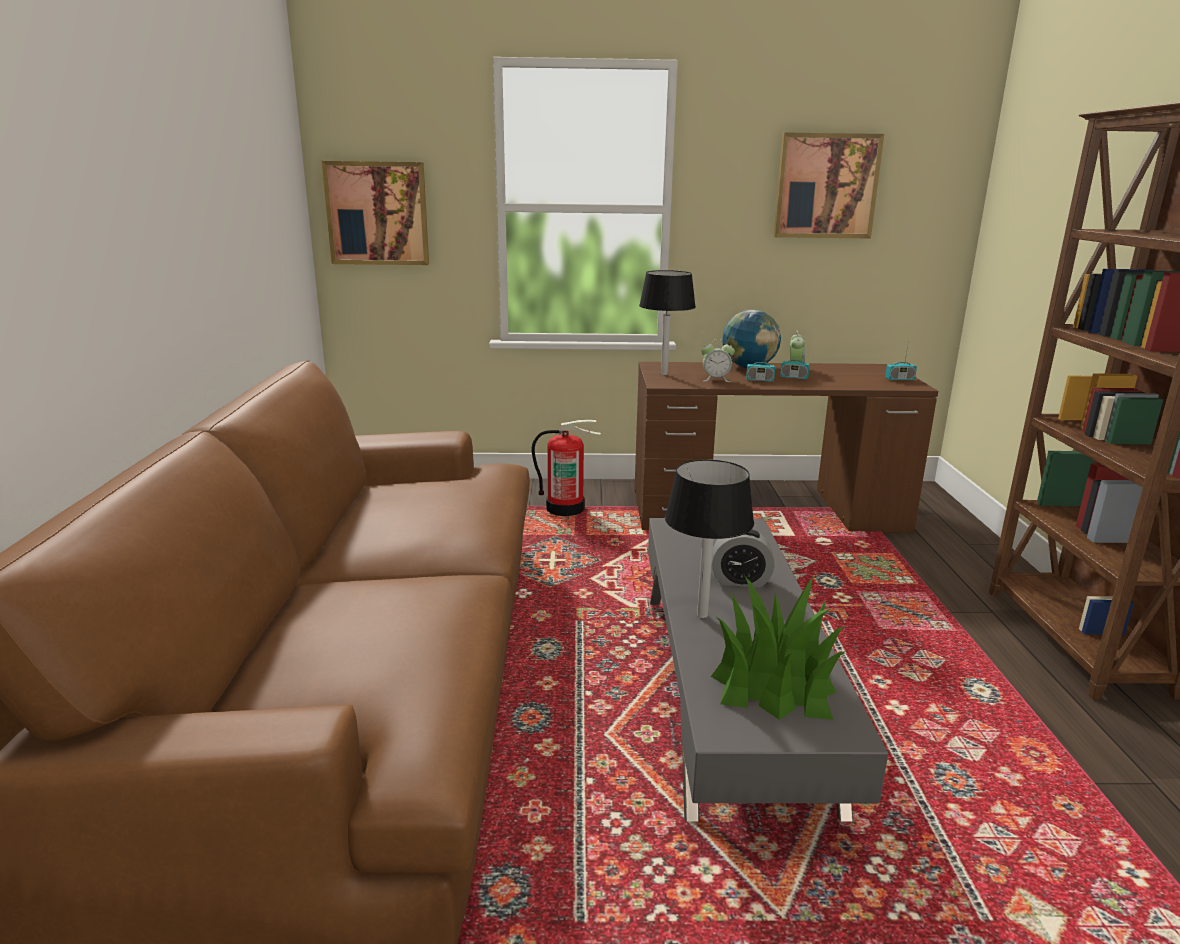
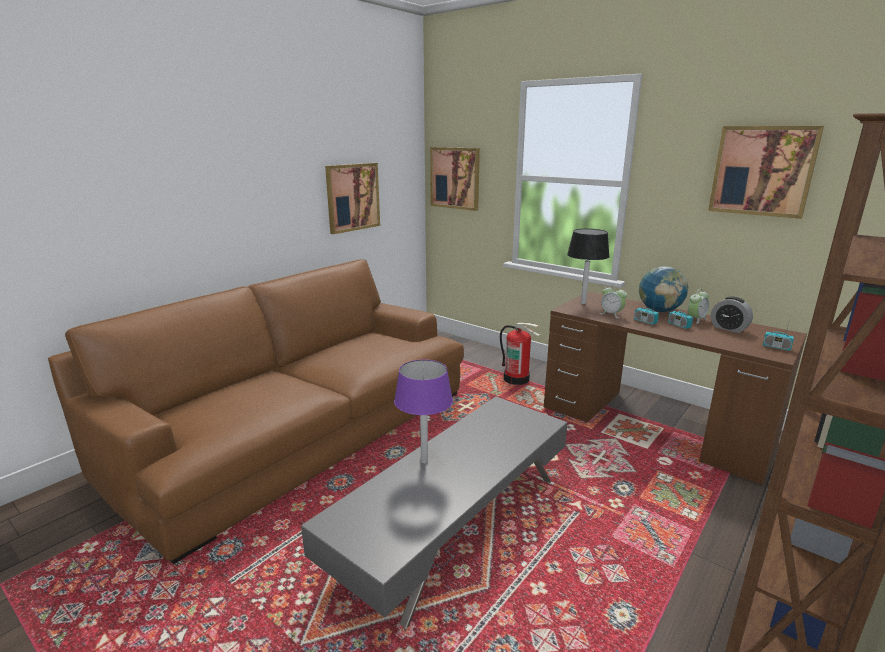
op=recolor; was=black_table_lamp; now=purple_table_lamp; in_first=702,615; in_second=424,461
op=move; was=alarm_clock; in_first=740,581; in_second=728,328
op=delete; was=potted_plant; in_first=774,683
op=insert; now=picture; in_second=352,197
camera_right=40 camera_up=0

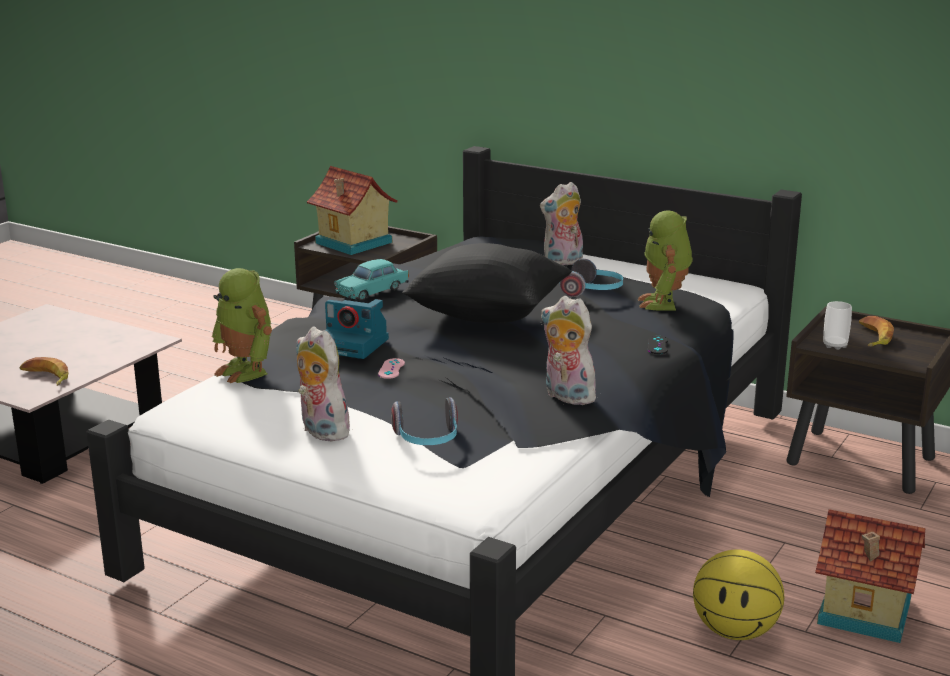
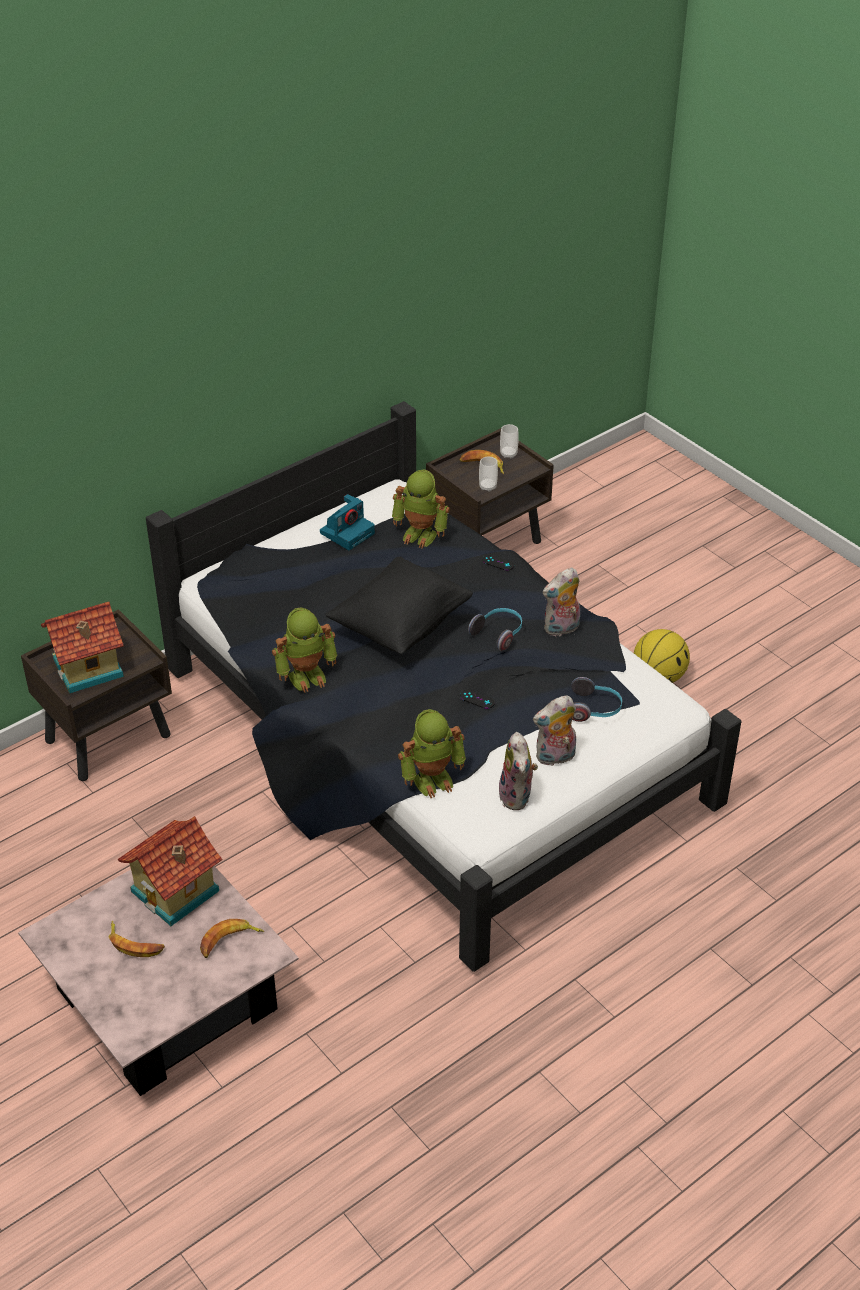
op=move; was=plush_toy; in_first=563,263; in_second=517,797
op=replace; was=turquoise_toy_car; now=toy_robot; in_first=372,291; in_second=306,675
op=move; was=headphones; in_first=593,291; in_second=498,634
op=move; was=photo_camera; in_first=355,345; in_second=347,532
op=recolor; was=pink_game_controller; now=black_game_controller; in_first=391,369; in_second=477,699
op=move; was=toy_house; in_first=864,613; in_second=177,892
op=insert; now=cup; in_second=508,454
op=insert; now=banana; in_second=135,944
camera_right=-70 camera_up=20

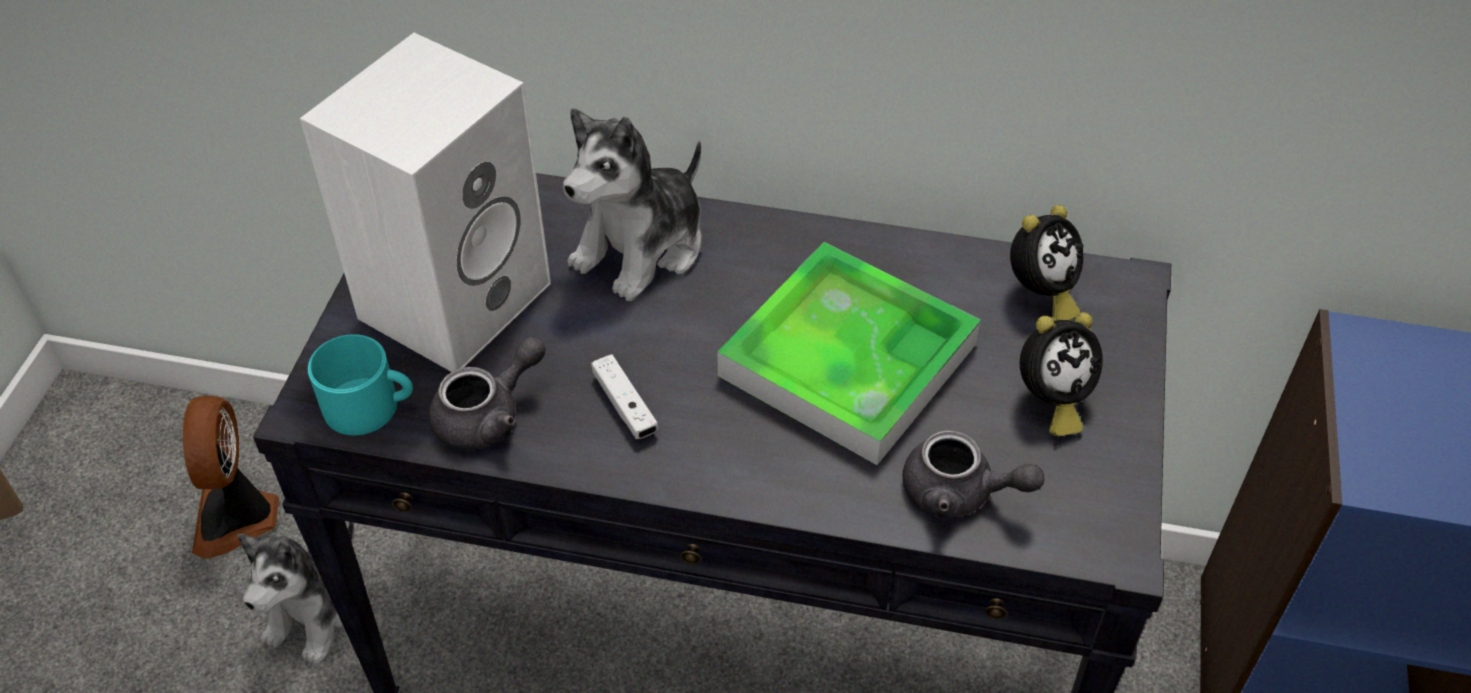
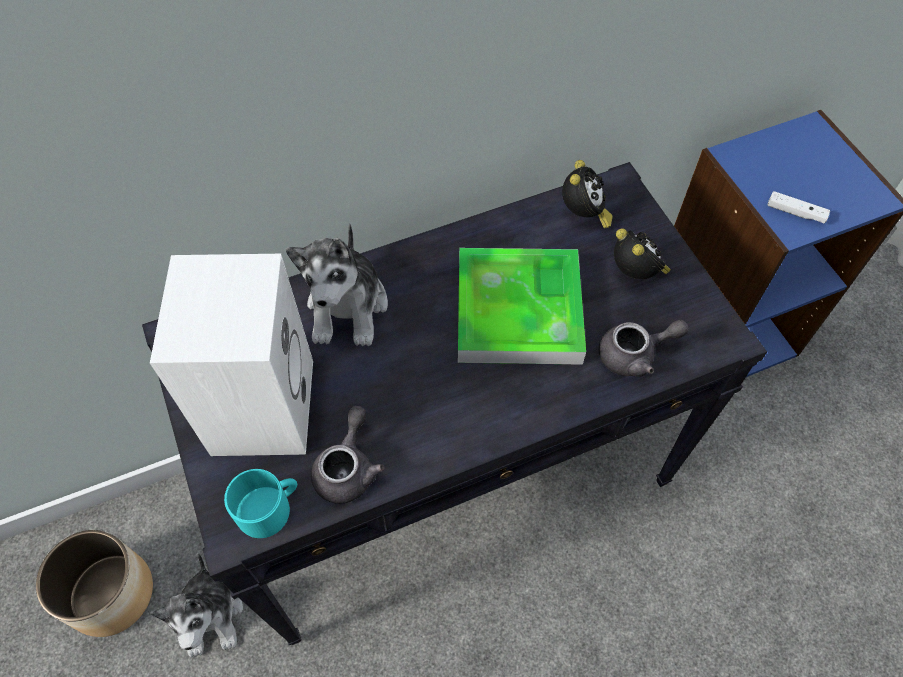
op=rotate; was=alarm_clock; in_first=1051,401; in_second=636,274; clockwise=-60
op=move; was=white_game_controller; in_first=624,405; in_second=795,212
op=replace; was=fan; now=planter; in_first=238,517; in_second=112,593
camera_right=-35 camera_up=10

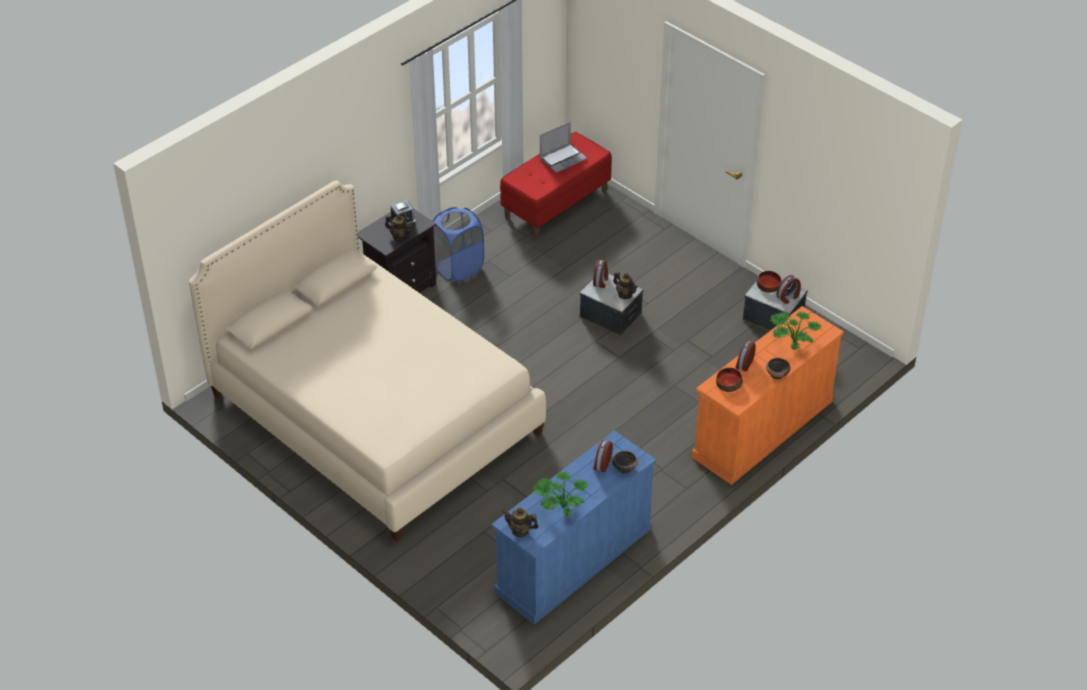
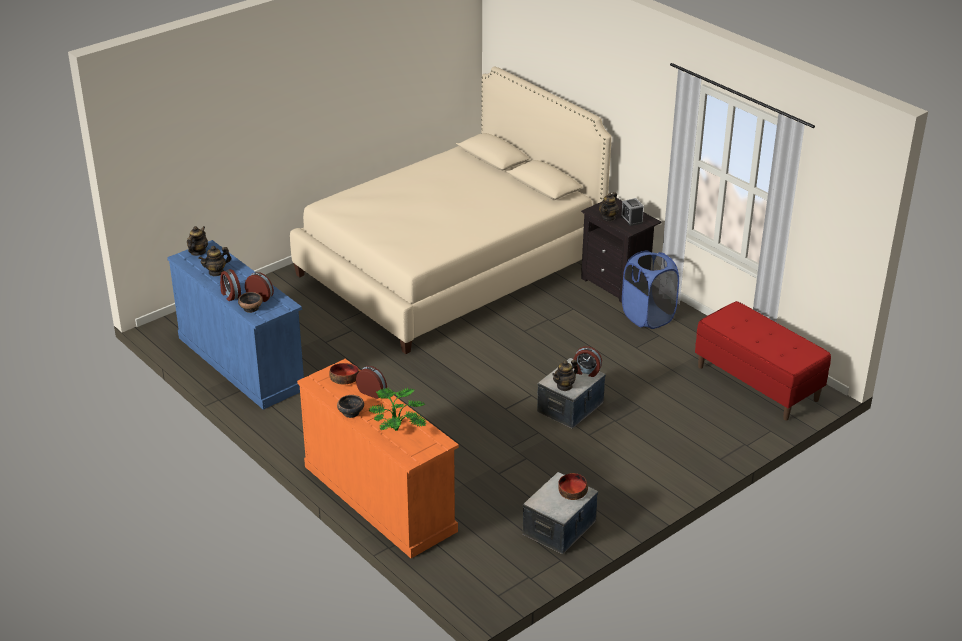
op=delete; was=laptop; in_first=563,158
op=move; was=alarm_clock; in_first=788,297; in_second=230,295
op=replace; was=potted_plant; now=teapot; in_first=559,507; in_second=216,272
camera_right=95 camera_up=-10

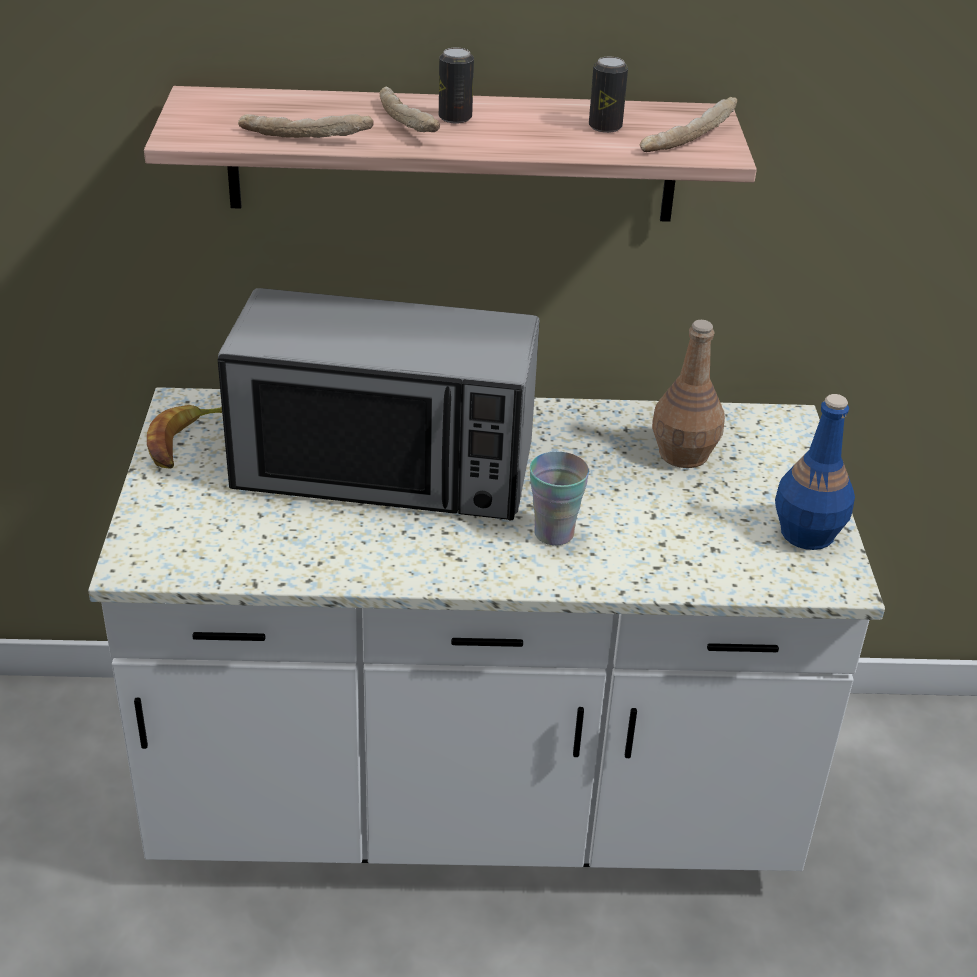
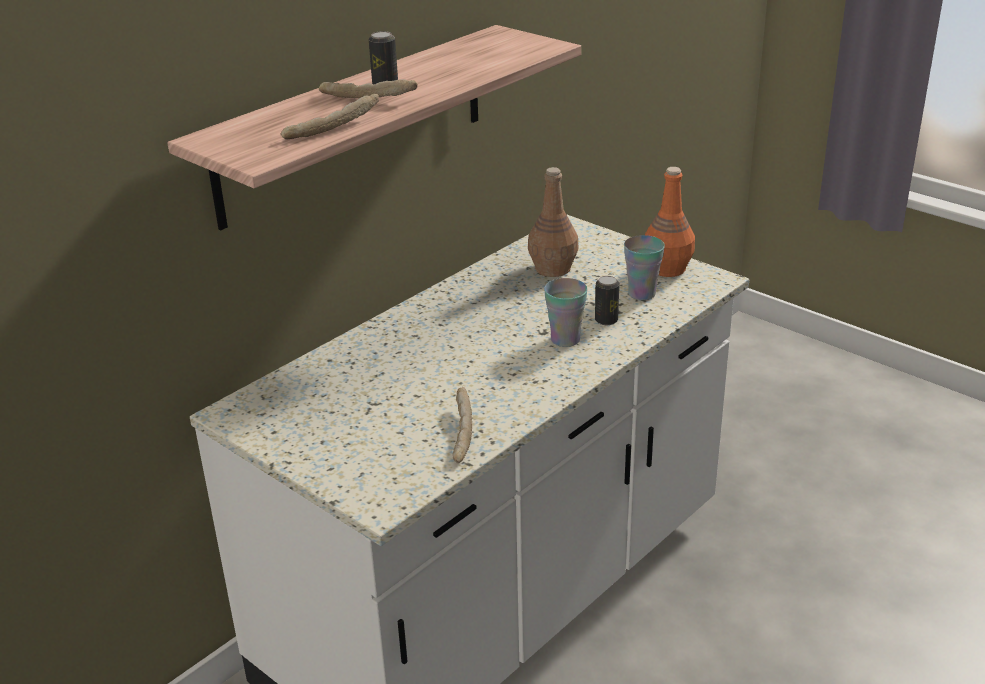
op=move; was=can; in_first=605,127; in_second=606,320
op=move; was=bread; in_first=687,138; in_second=460,433
op=delete; was=microwave; in_first=384,469
op=recolor; was=blue_bottle; now=orange_bottle; in_first=806,533; in_second=667,269
op=delete; was=banana; in_first=185,442
op=insert; now=cup; in_second=641,294
camera_right=-45 camera_up=-5

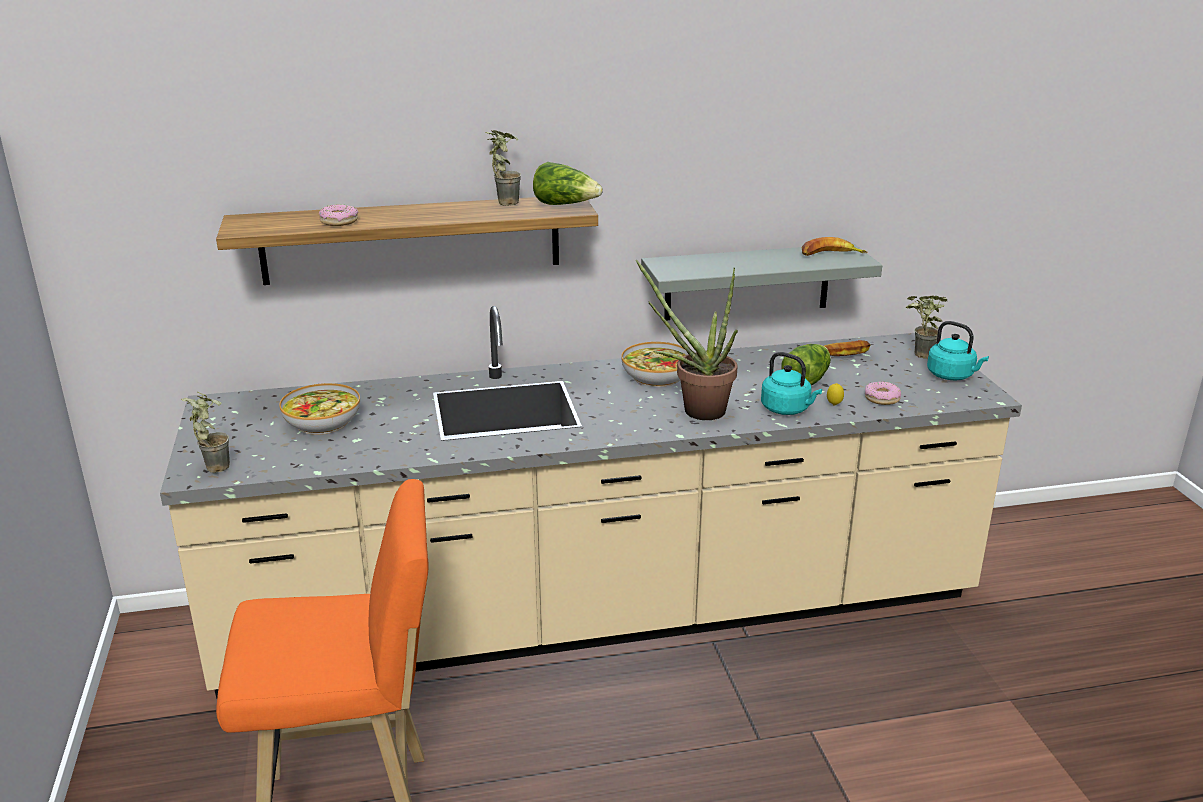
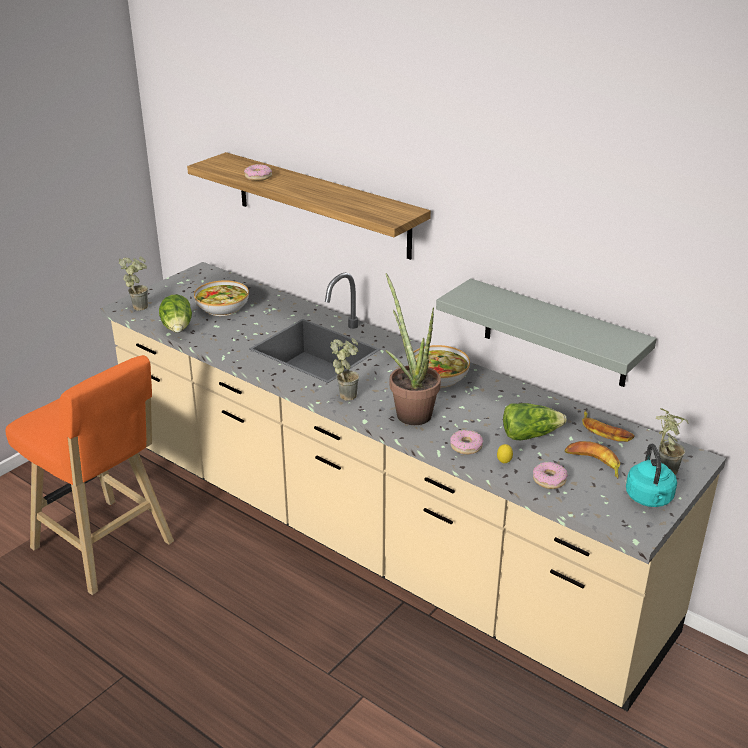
op=move; was=potted_plant; in_first=503,202; in_second=347,393
op=move; was=lettuce; in_first=566,205; in_second=178,328
op=move; was=banana; in_first=830,254; in_second=593,463
op=replace; was=turquoise_kettle; now=donut; in_first=787,409; in_second=466,446
camera_right=50 camera_up=5

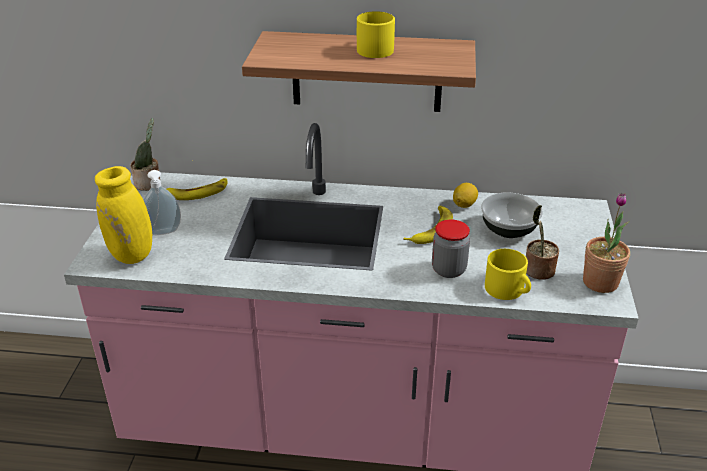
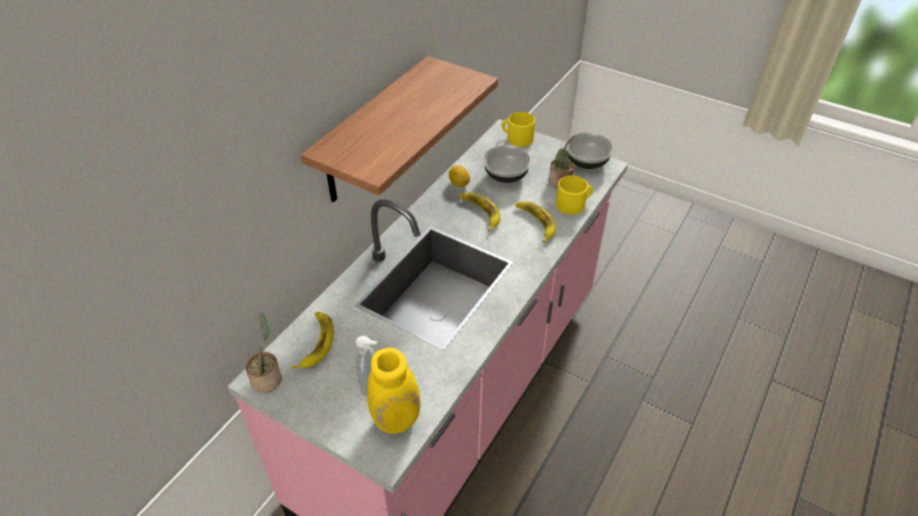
op=move; was=yellow_mug; in_first=374,48; in_second=516,138
op=replace; was=potted_plant; now=bowl; in_first=600,282; in_second=586,162
op=replace; was=jar; now=banana; in_first=448,270; in_second=535,222
camera_right=-65 camera_up=10

